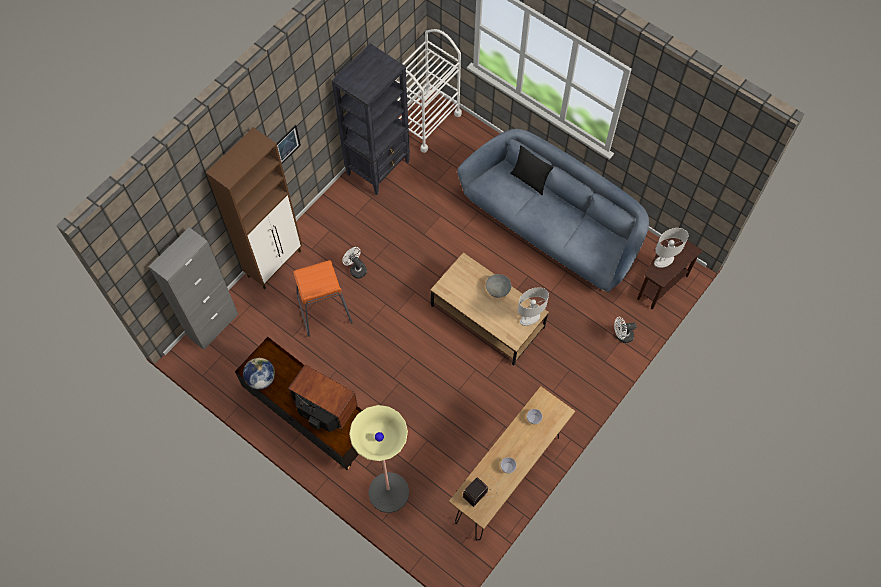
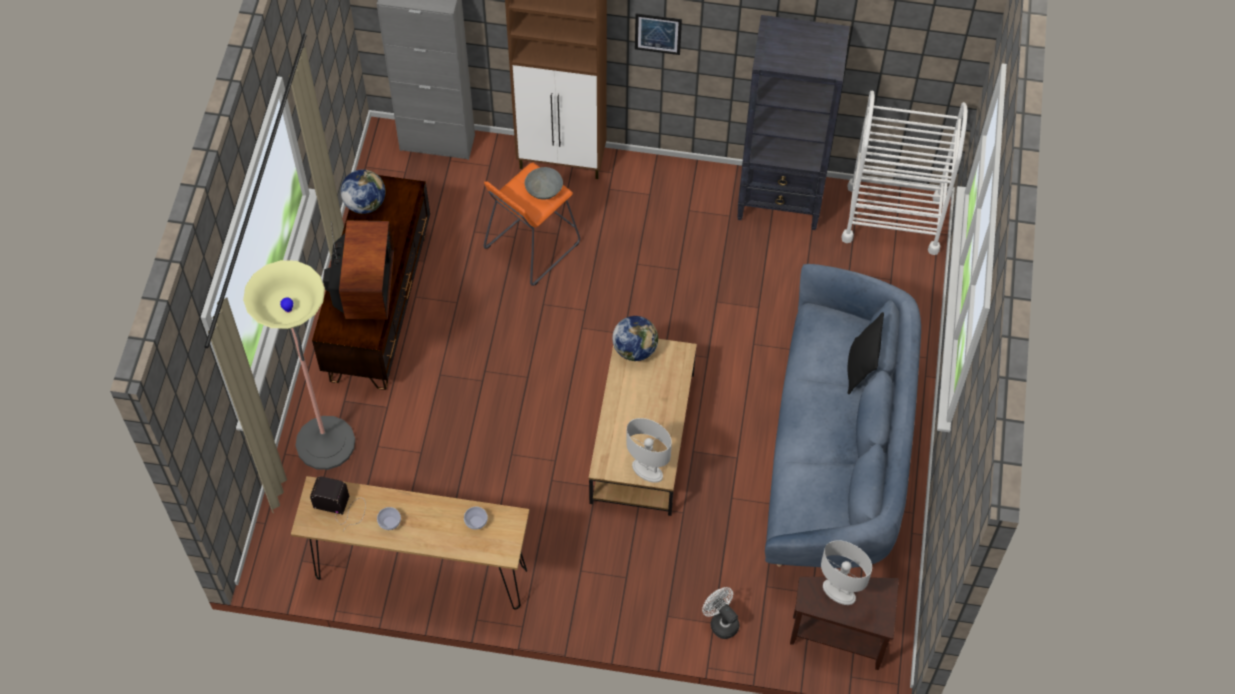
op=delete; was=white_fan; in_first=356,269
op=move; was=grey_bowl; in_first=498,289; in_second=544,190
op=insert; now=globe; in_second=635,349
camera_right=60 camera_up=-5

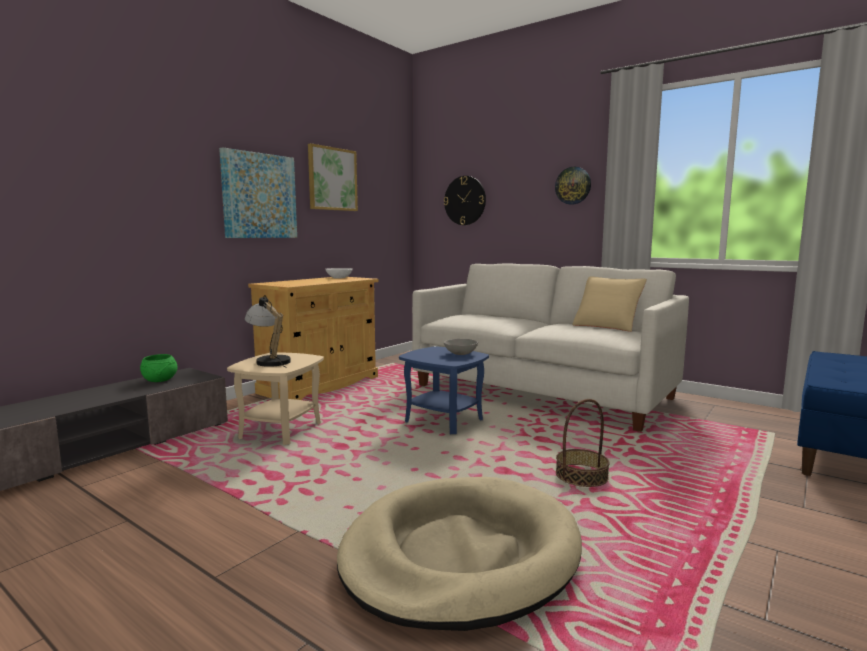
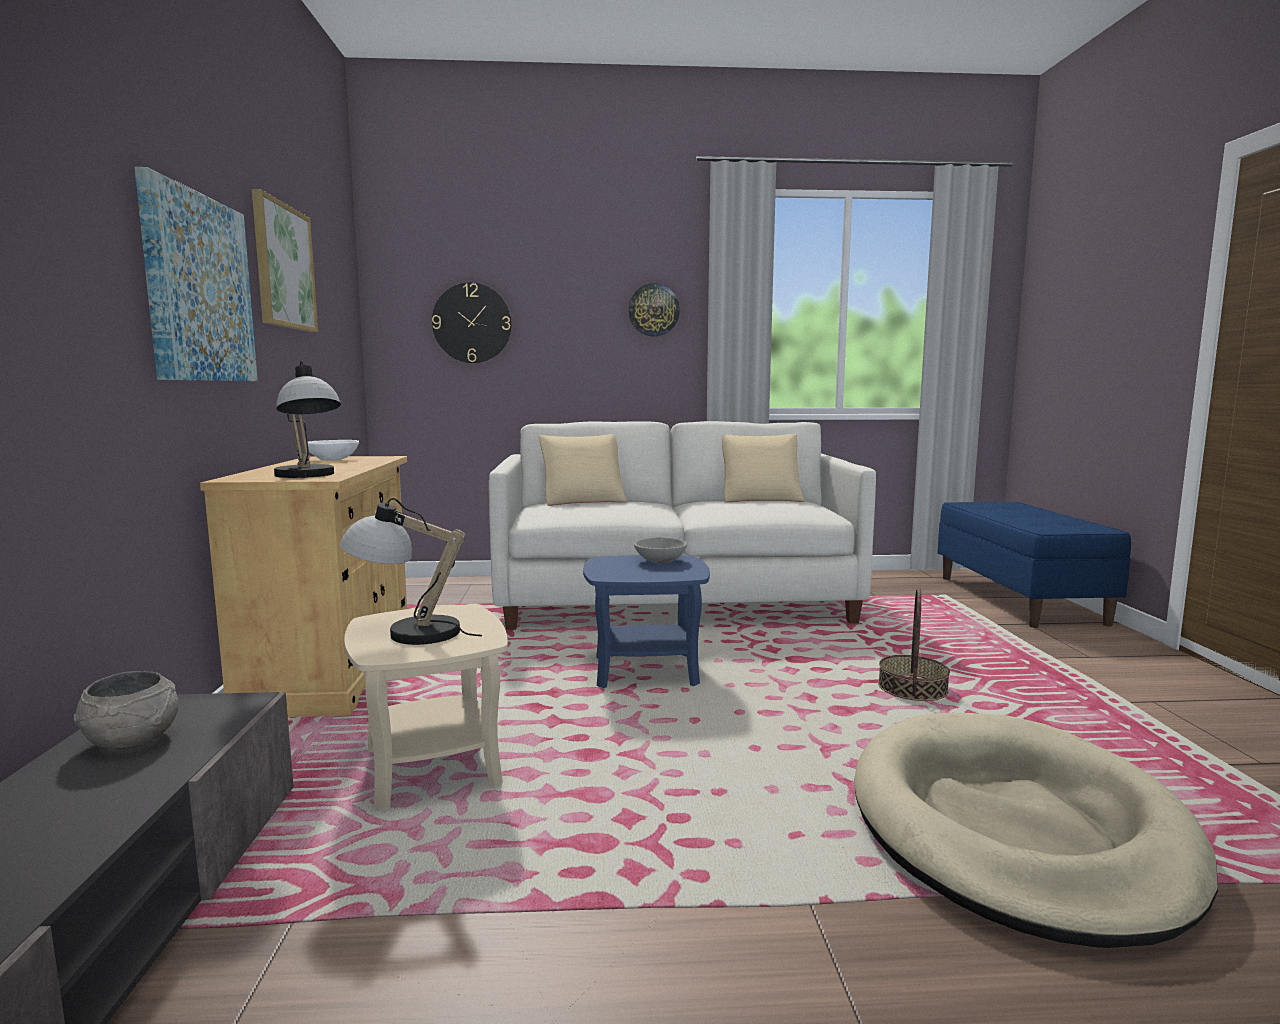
op=recolor; was=green_bowl; now=grey_bowl; in_first=160,380; in_second=133,740
op=insert; now=table_lamp; in_second=309,476
op=insert; now=beige_pillow; in_second=583,500
camera_right=-40 camera_up=0

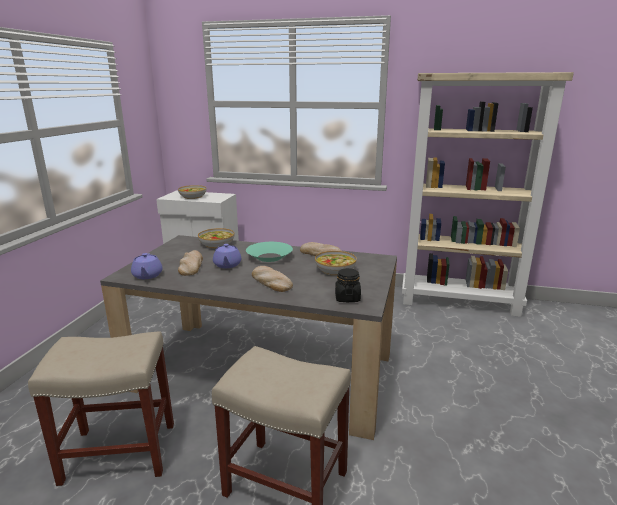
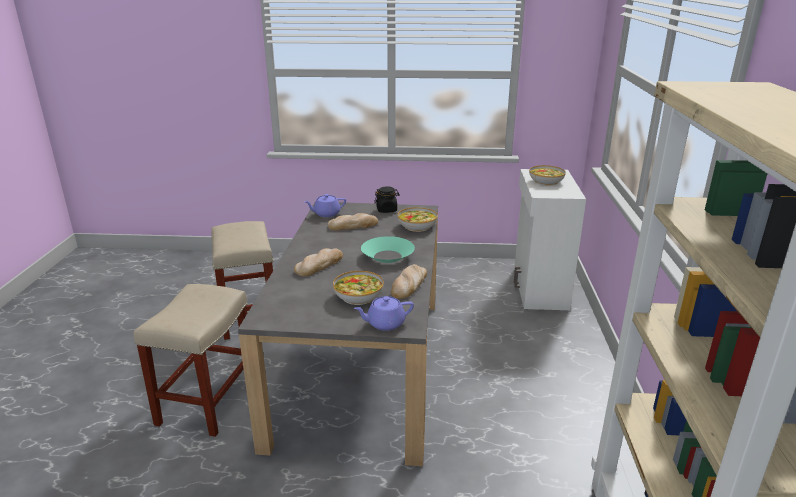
op=move; was=purple_teapot; in_first=227,265; in_second=385,323
op=move; was=black_jar; in_first=347,298; in_second=387,210
camera_right=80 camera_up=5

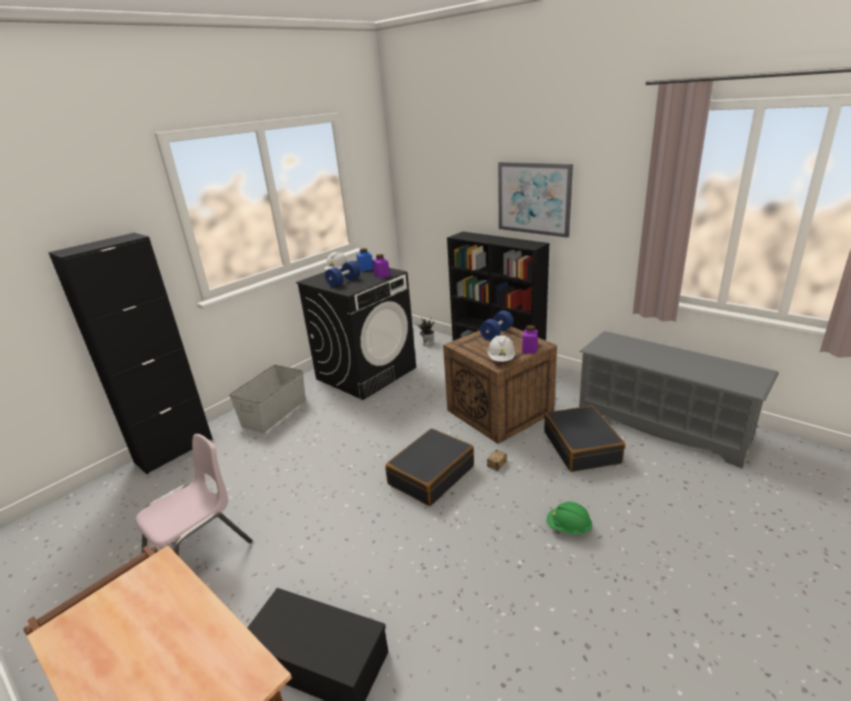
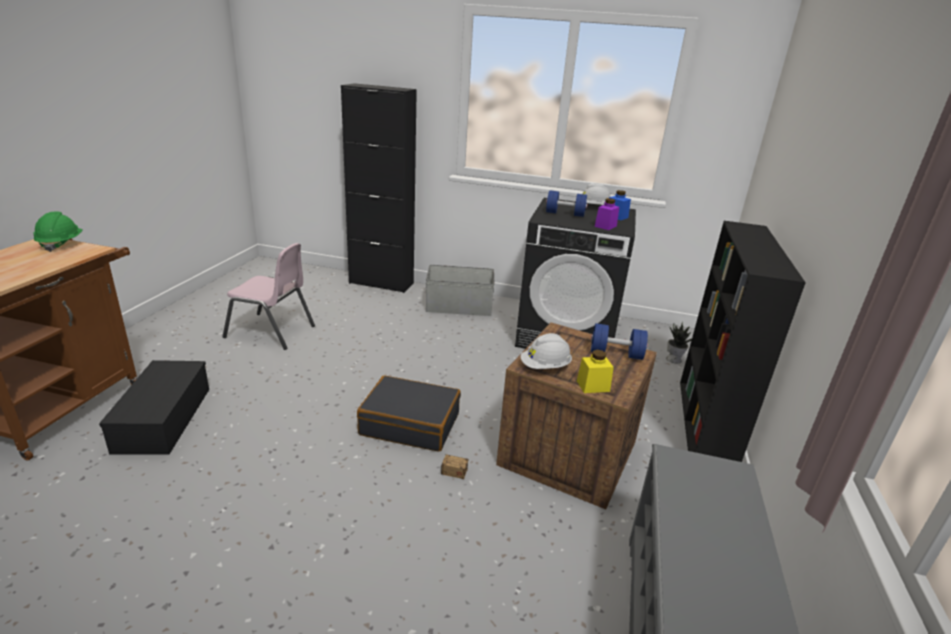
op=delete; was=picture; in_first=533,198
op=recolor; was=purple_jar; now=yellow_jar; in_first=530,349; in_second=593,386
op=delete; was=black_suitcase; in_first=582,447
op=move; was=green_hard_hat; in_first=568,528; in_second=61,244
camera_right=60 camera_up=0

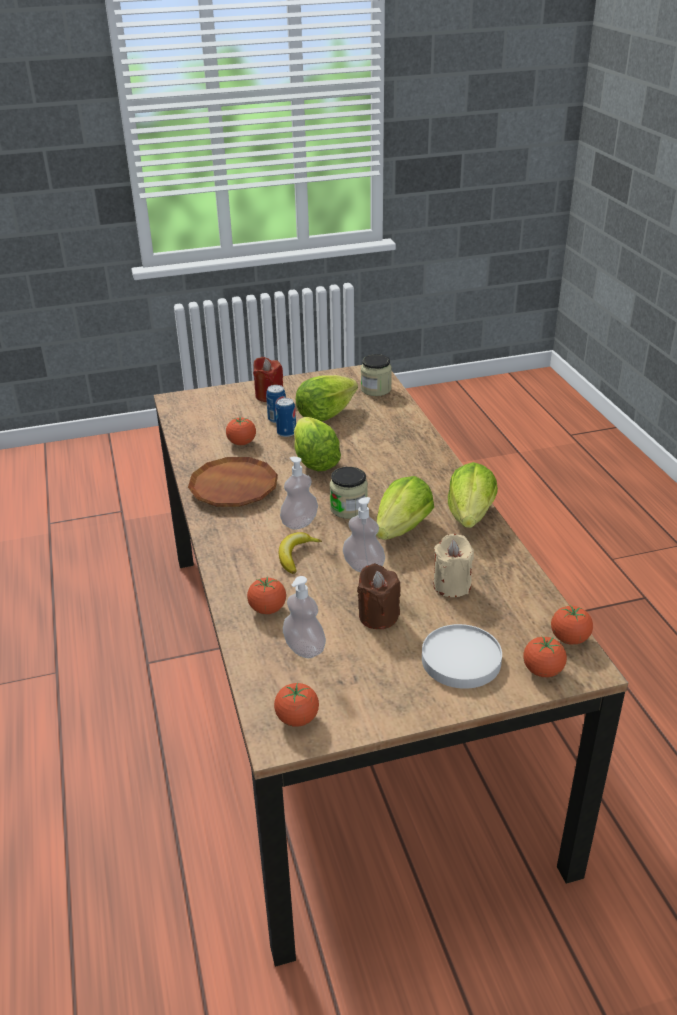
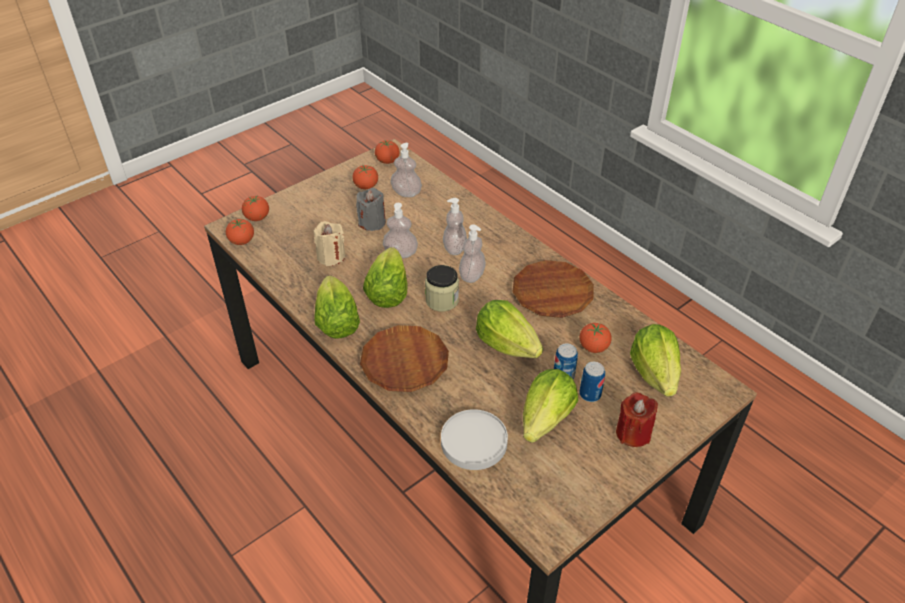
op=delete; was=jar; in_first=376,389
op=replace; was=banana; now=soap_dispenser; in_first=296,555; in_second=454,248
op=recolor; was=brown_candle; now=grey_candle; in_first=378,616; in_second=372,222
op=move; was=tomato; in_first=267,609; in_second=366,186
op=move; was=white_plate; in_first=460,660; in_second=474,441
op=insert; now=lettuce; in_second=654,373
op=insert; now=brown_plate; in_second=404,363
camera_right=155 camera_up=10

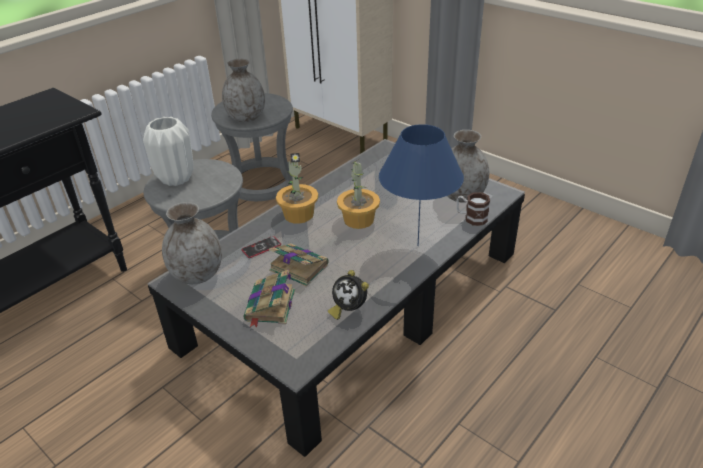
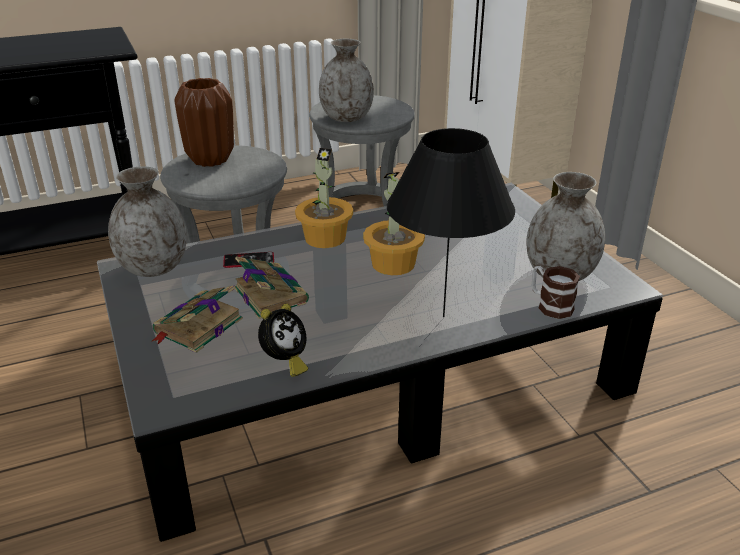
op=recolor; was=white_vase; now=brown_vase; in_first=176,179; in_second=210,160
op=recolor; was=blue_table_lamp; now=black_table_lamp; in_first=418,245; in_second=444,316
op=rotate; was=alarm_clock; in_first=348,309; in_second=284,362; clockwise=-120
camera_right=25 camera_up=-5

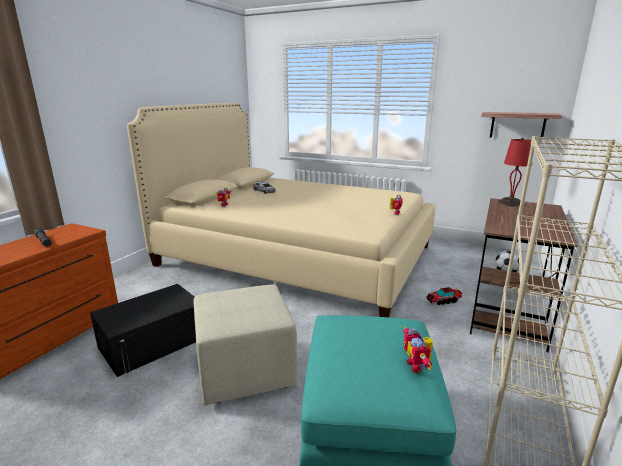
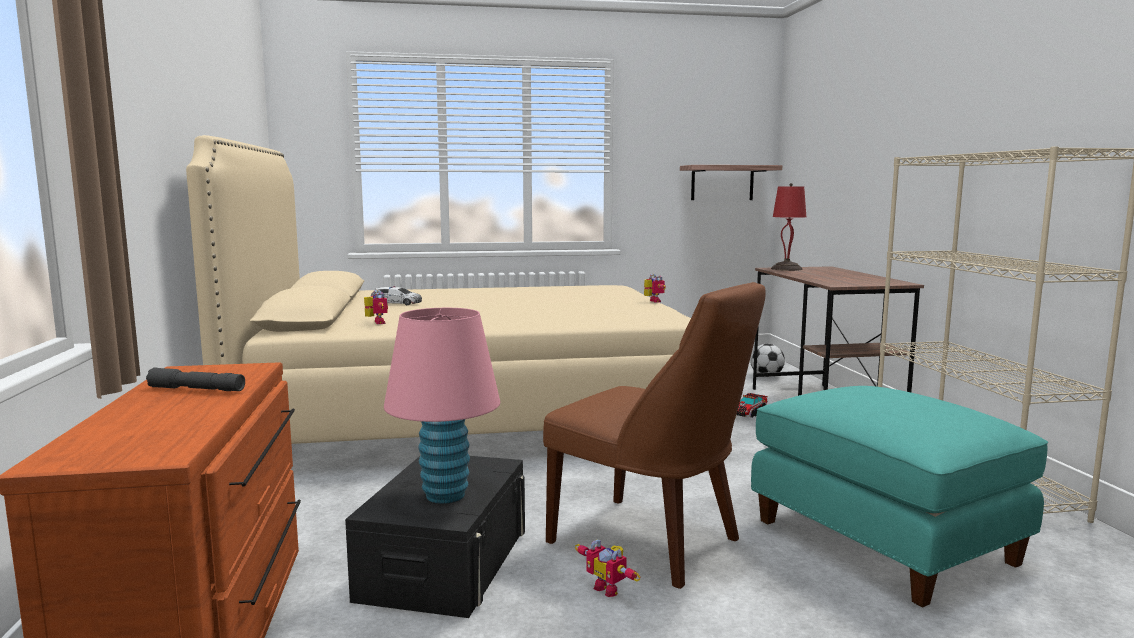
op=replace; was=beige_ottoman; now=brown_chair; in_first=244,371; in_second=651,543
op=move; was=toy_robot; in_first=418,365; in_second=609,588
op=insert; now=pink_table_lamp; in_second=445,495
camera_right=-35 camera_up=-10

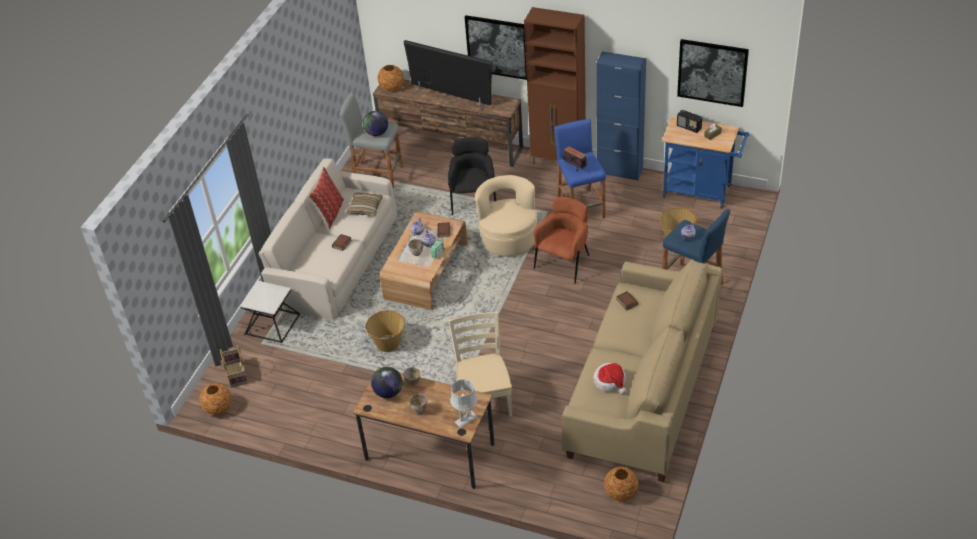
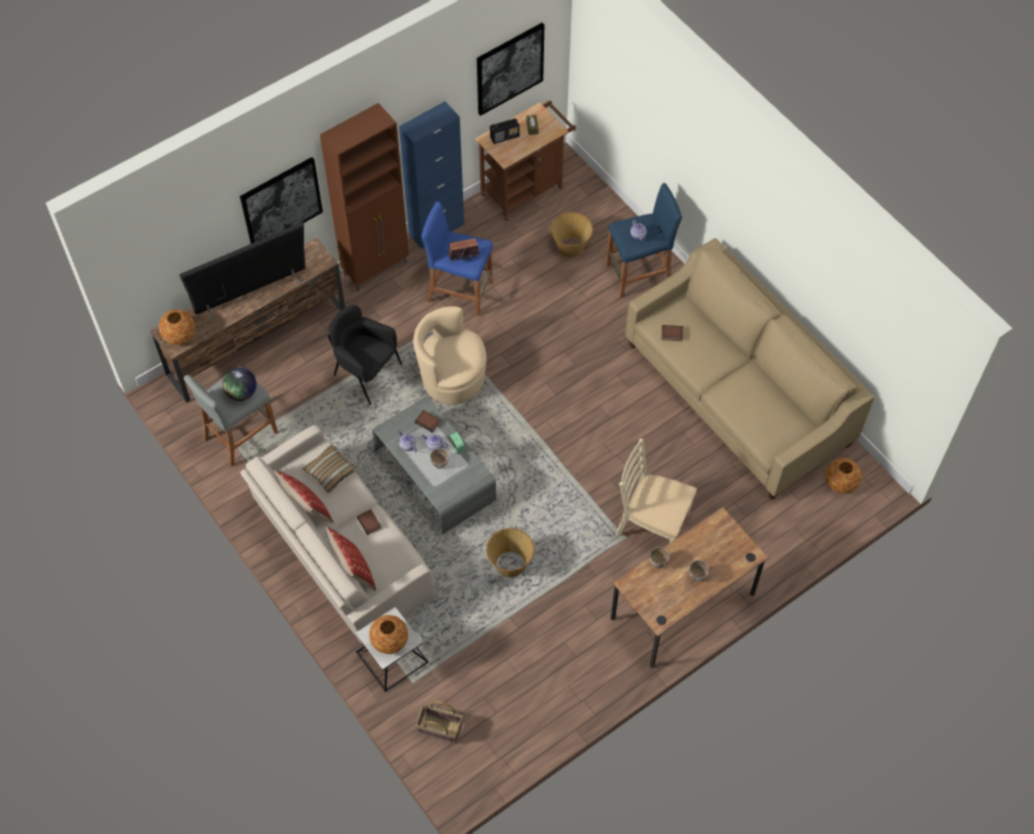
op=recolor; was=blue_cart; now=brown_cart; in_first=701,192; in_second=525,188
op=delete; was=brown_armchair; in_first=564,263
op=recolor; was=brown_coffee_table; now=grey_coffee_table; in_first=426,271; in_second=434,474
op=delete; was=hat; in_first=610,381
op=delete; was=globe; in_first=388,392
op=delete; was=grey_table_lamp; in_first=466,419
op=move; was=vase; in_first=218,408; in_second=390,641
op=insert; now=pillow; in_second=354,571
camera_right=-60 camera_up=15

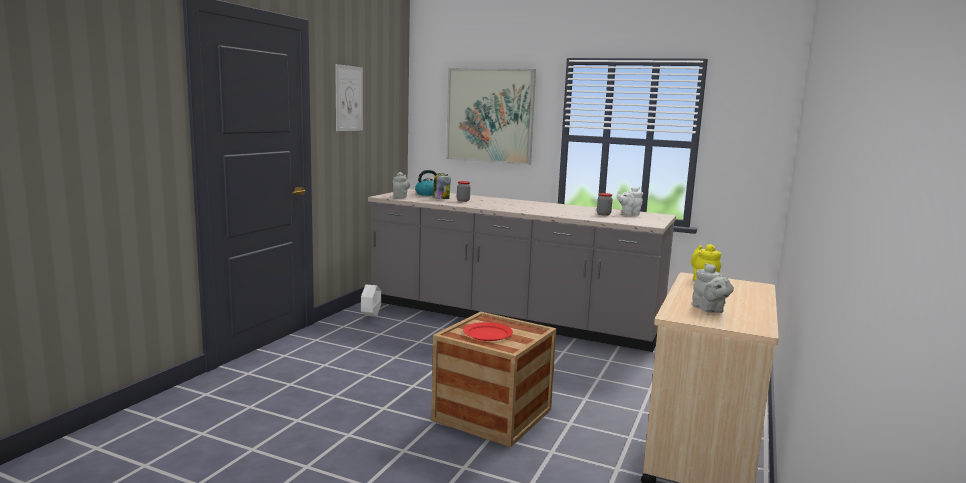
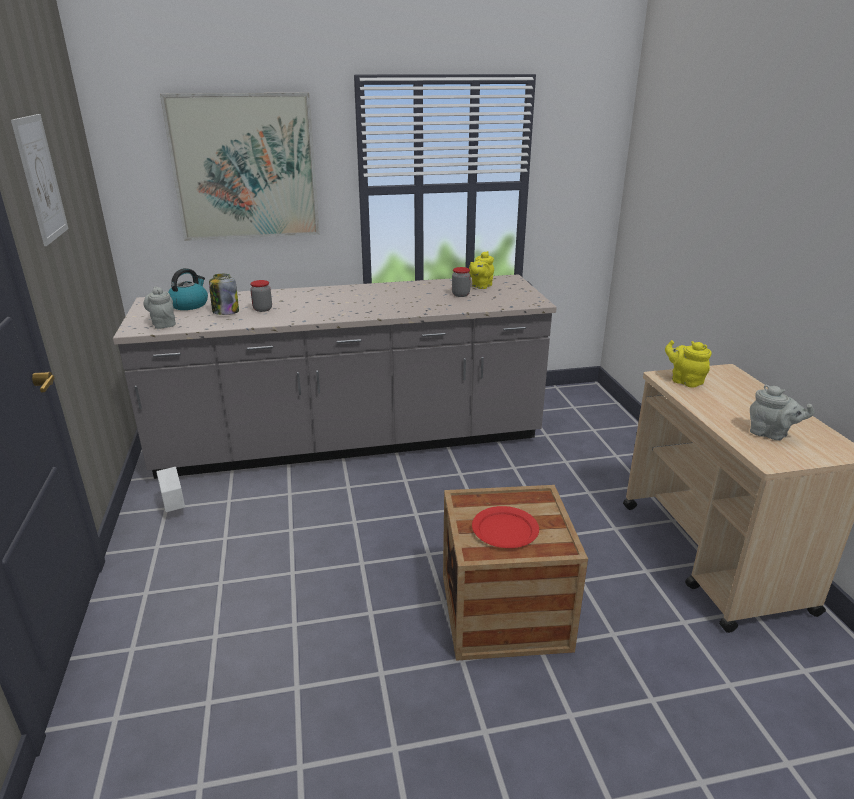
op=recolor; was=white_teapot; now=yellow_teapot; in_first=629,214; in_second=480,286
camera_right=-35 camera_up=15

